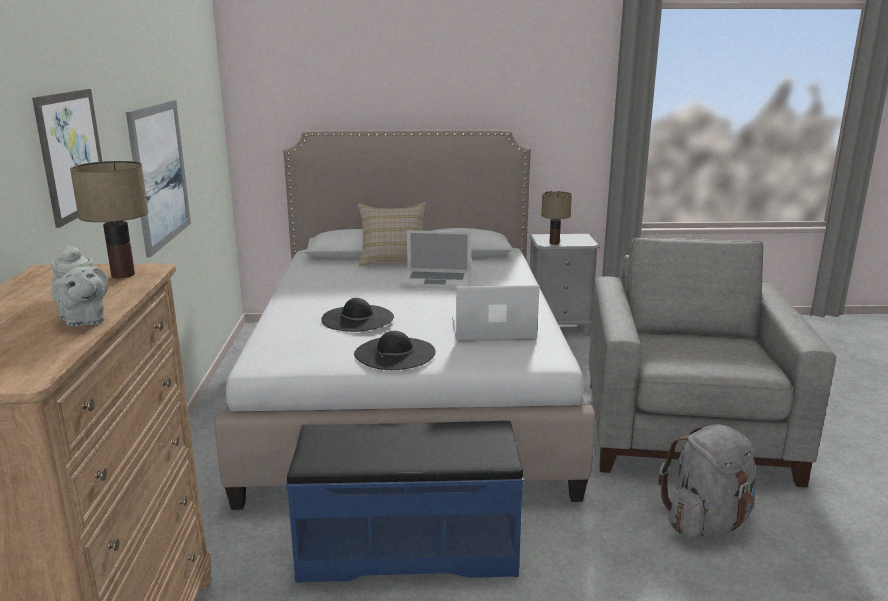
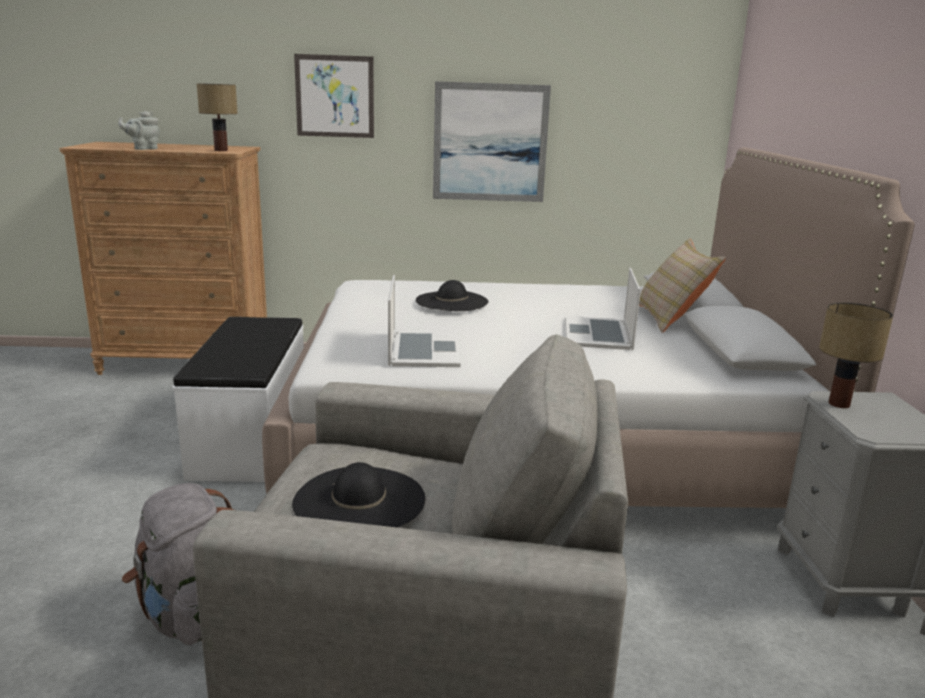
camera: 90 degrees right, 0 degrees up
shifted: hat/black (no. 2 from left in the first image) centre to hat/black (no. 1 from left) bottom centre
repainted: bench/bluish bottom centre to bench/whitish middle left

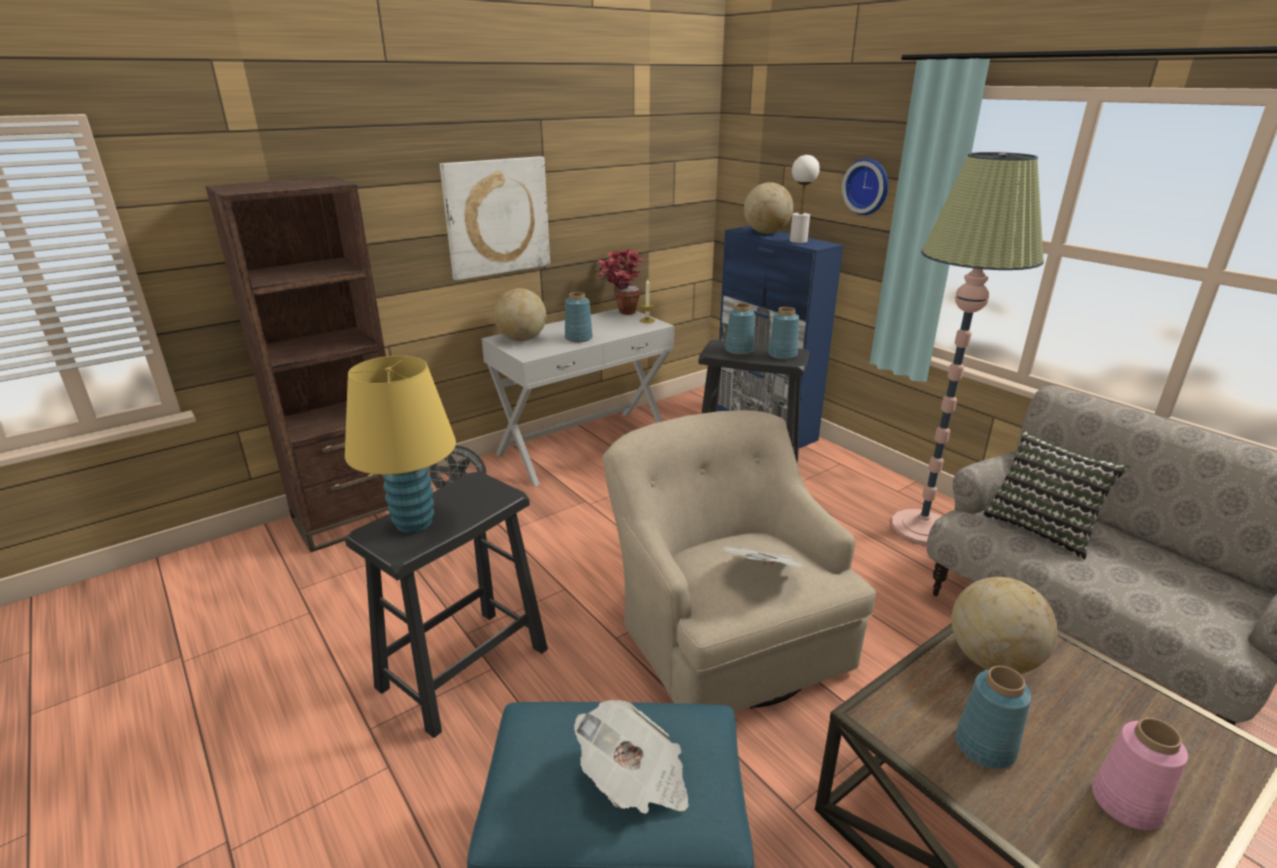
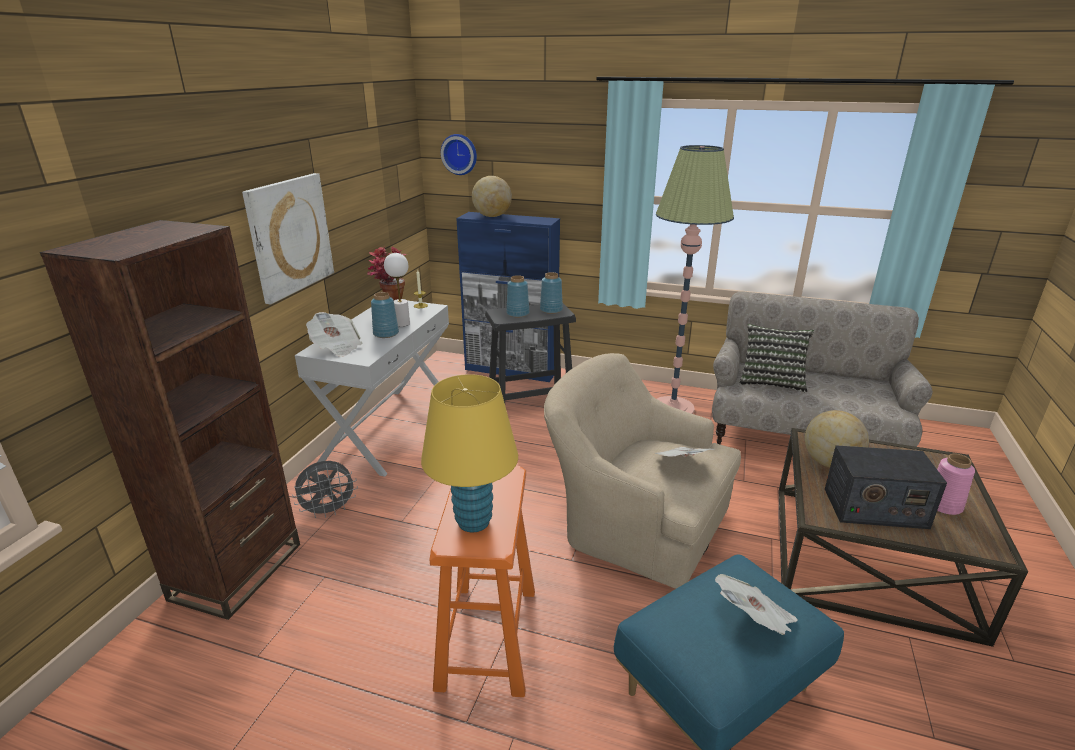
camera: 35 degrees left, 0 degrees up
shifted: tabletop lamp/whitish top centre to centre; hanging clock top right to top centre
swapped: world globe (no. 1 from left) centre to newspaper (no. 1 from left) middle left; flower vase/bluish (no. 4 from left) bottom right to radio set middle right
repainted: stool/black (no. 1 from left) bottom centre to stool/orange-coloured bottom centre

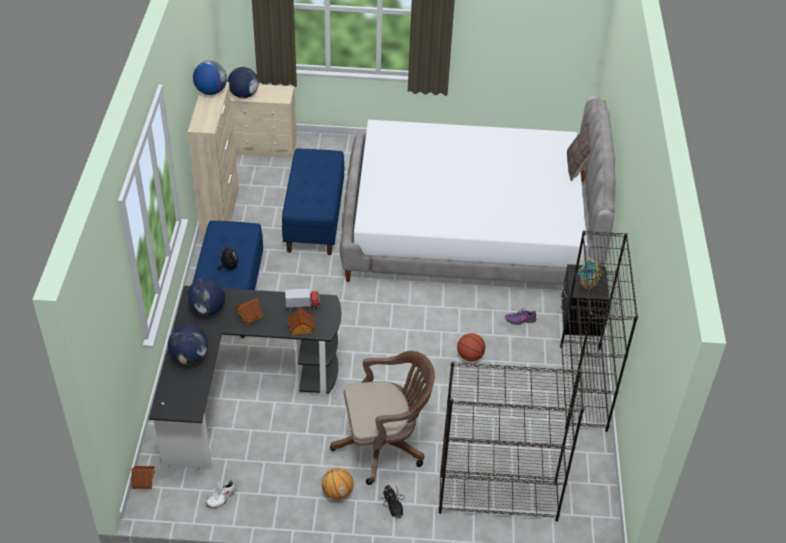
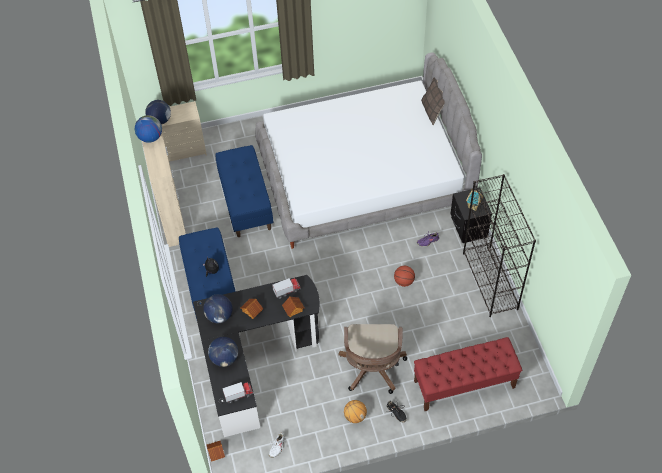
camera: 15 degrees left, 10 degrees up
new: model truck (no. 1 from left) bottom centre
swapped: bookshelf/black (no. 1 from left) bottom centre to bench/reddish bottom right
rotated: office chair/brownish bottom centre = bottom centre 120 degrees clockwise

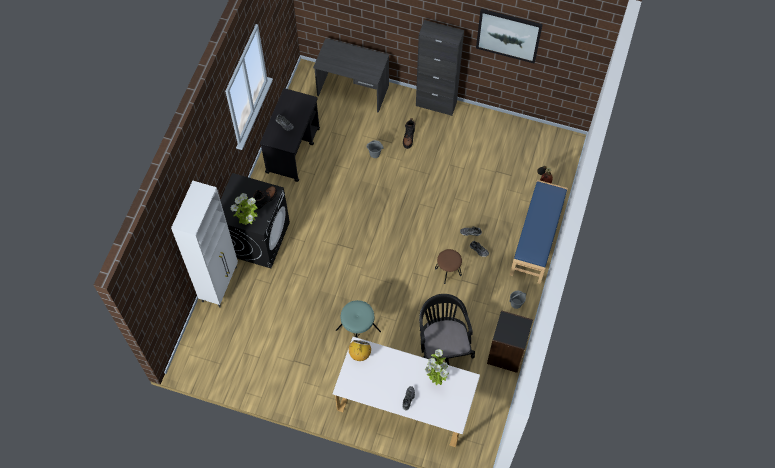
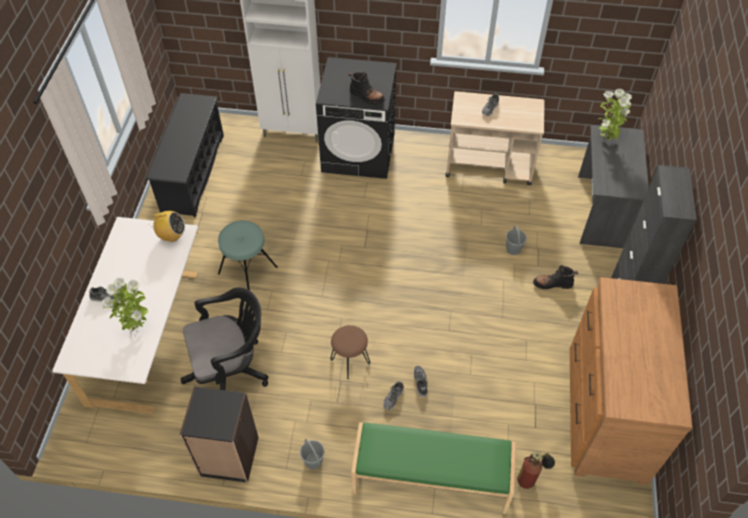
camera: 80 degrees right, 10 degrees down
gone: wall art top centre
new: shoe stand/black top left; drawer chest/brownish bottom right
shifted: houseplant (no. 1 from left in the first image) middle left to houseplant (no. 2 from left) top right
repainted: trolley/black top centre to trolley/sand-coloured top centre; bench/bluish middle right to bench/green bottom centre

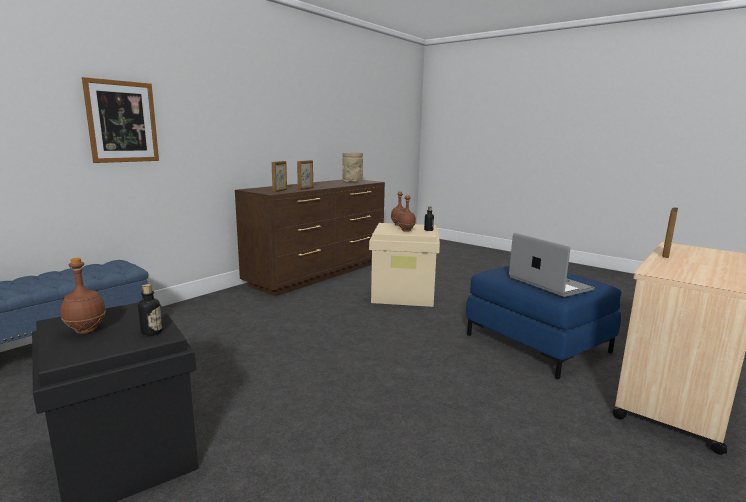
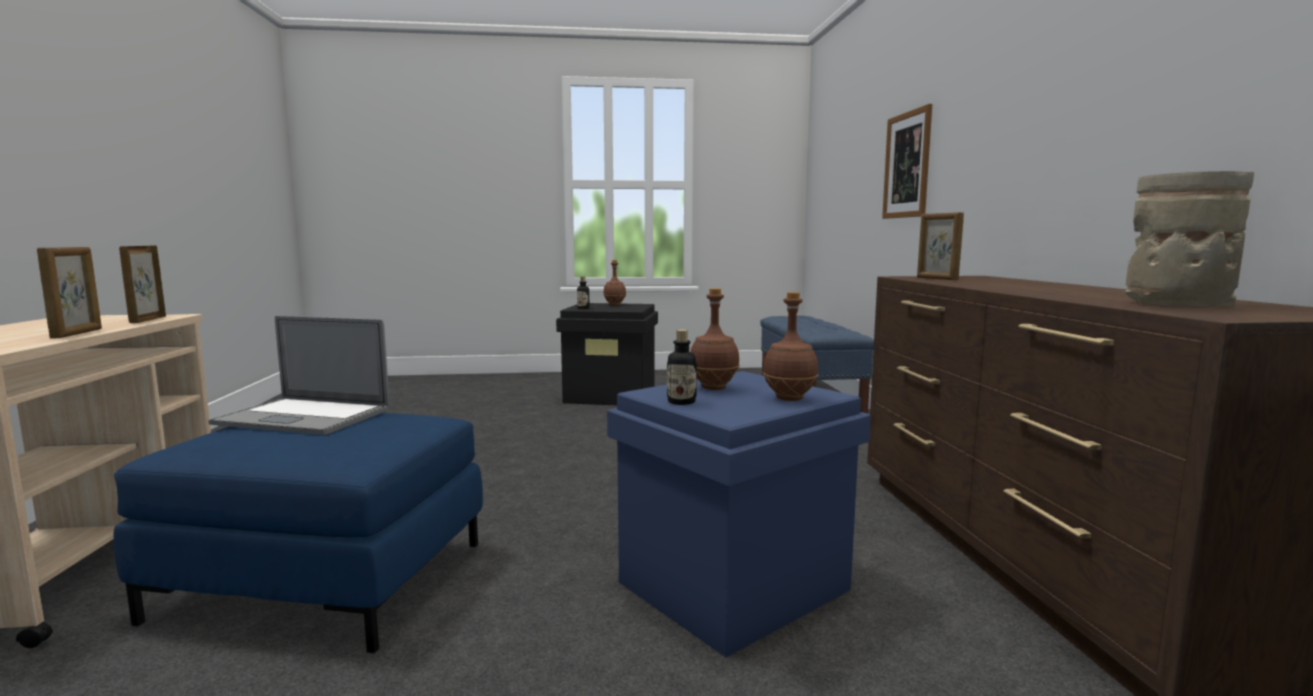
camera: 135 degrees right, 5 degrees down
shifted: photo frame (no. 2 from left) centre to middle left
repainted: storage box/sand-coloured centre to storage box/bluish bottom centre

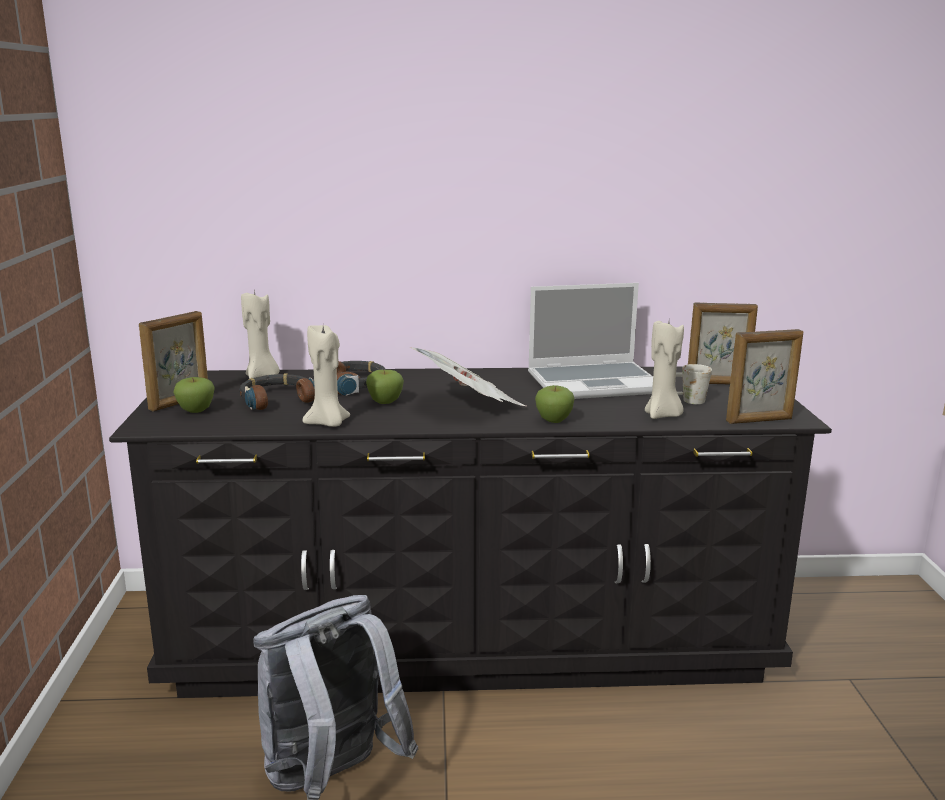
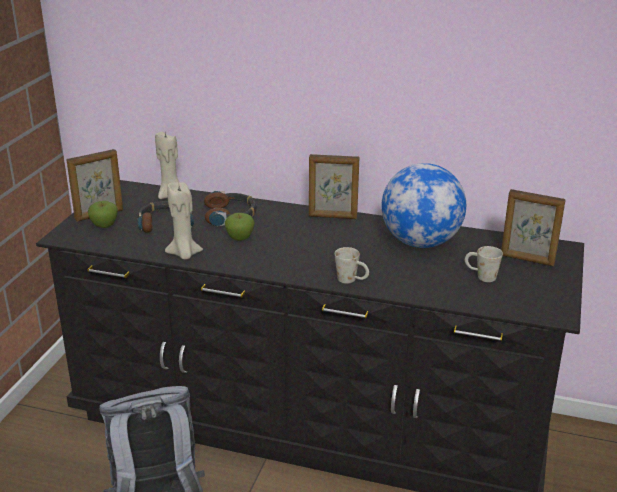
camera: 20 degrees right, 10 degrees up
gone: candle/sand-coloured (no. 3 from left) middle right; newspaper centre
shifted: photo frame (no. 3 from left in the first image) middle right to photo frame (no. 2 from left) centre
swapped: laptop centre to world globe middle right; apple fruit (no. 3 from left) centre to coffee mug/whitish (no. 1 from left) centre

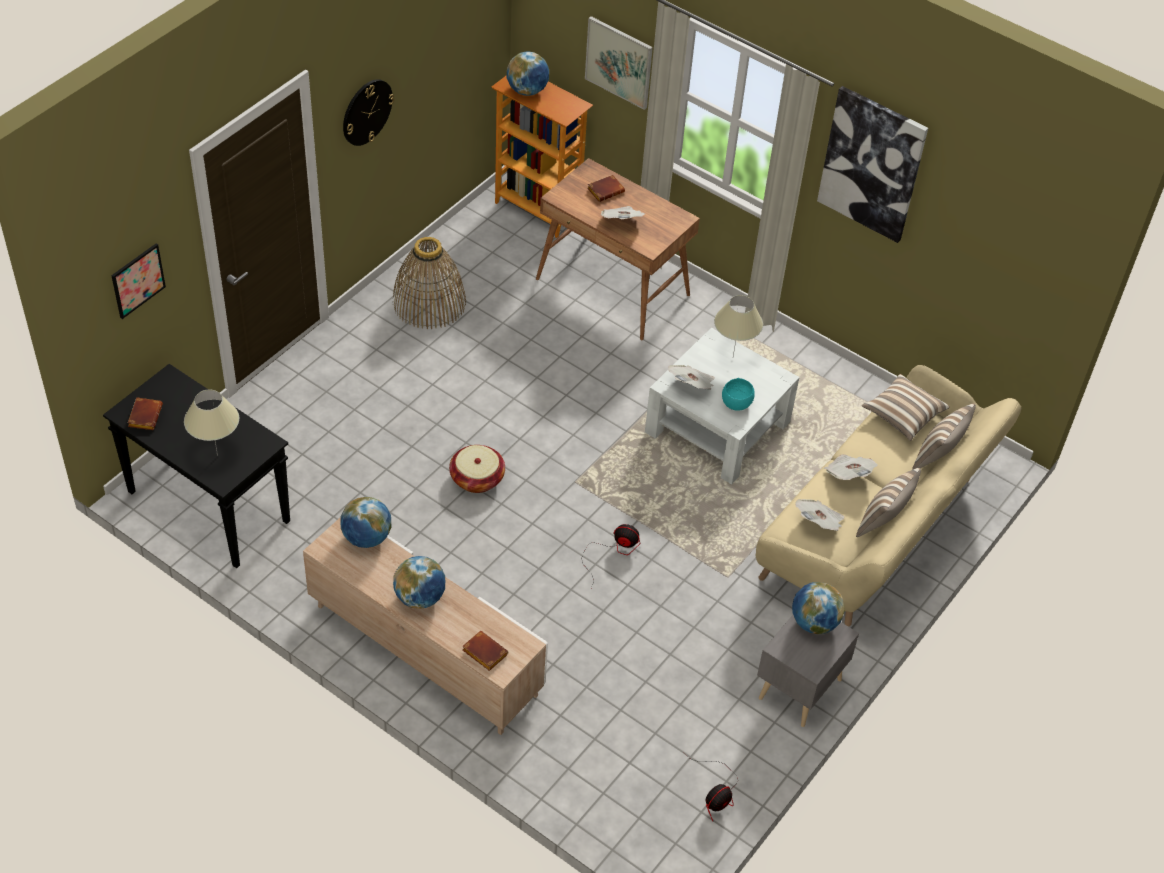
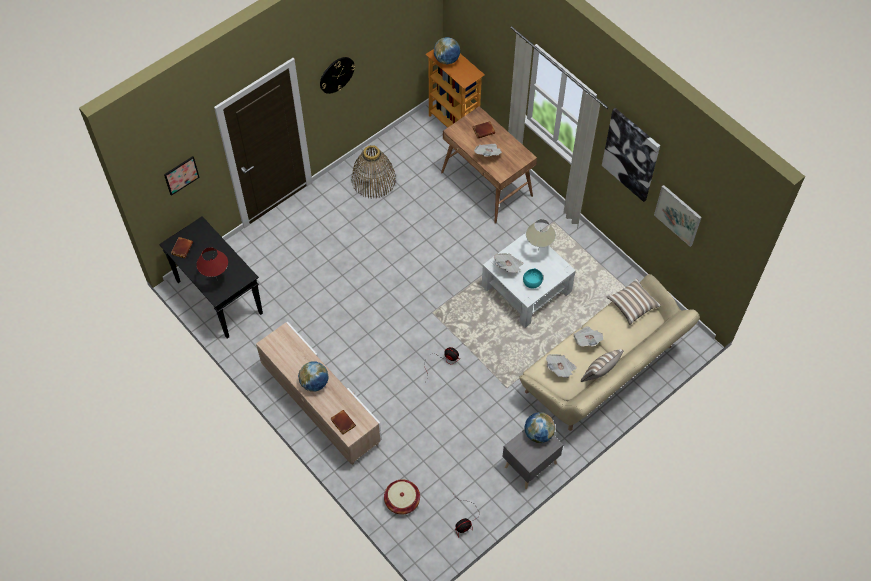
camera: 15 degrees right, 10 degrees up
gone: cushion (no. 3 from left) middle right; world globe (no. 1 from left) middle left
shifted: wall art (no. 2 from left in the first image) top centre to wall art (no. 3 from left) middle right; basket (no. 2 from left) centre to bottom centre
repainted: tabletop lamp/sand-coloured (no. 1 from left) middle left to tabletop lamp/reddish middle left

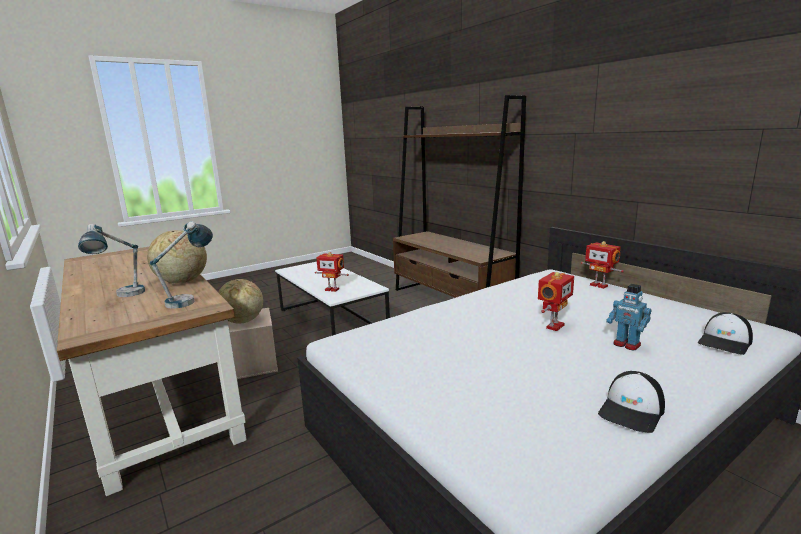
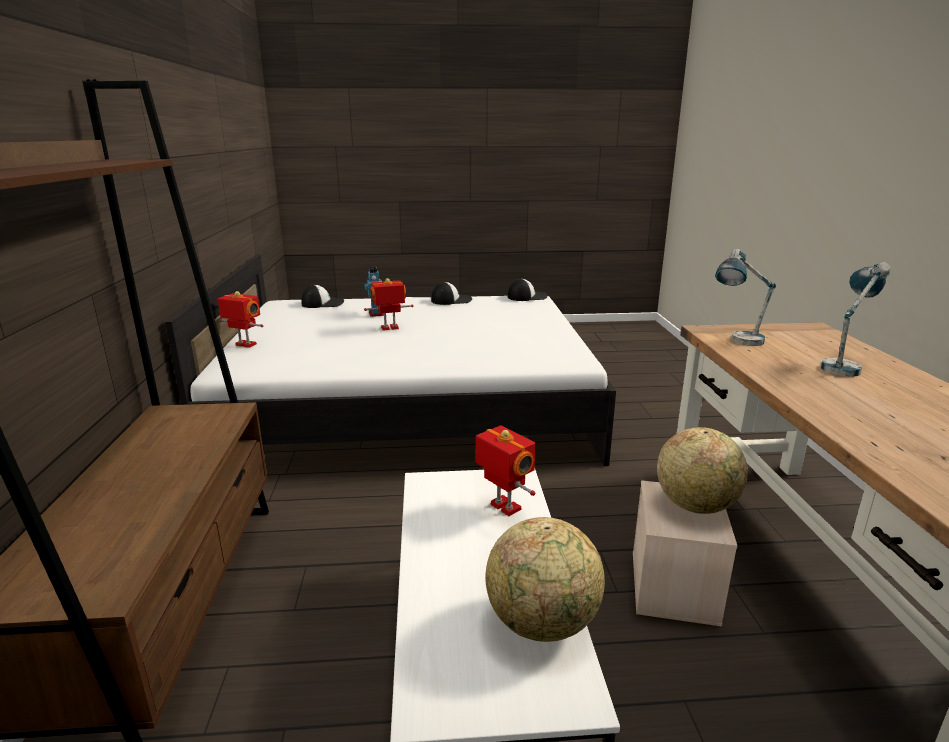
camera: 150 degrees left, 5 degrees up
new: baseball cap (no. 3 from left) centre
shifted: world globe (no. 1 from left) middle left to bottom centre
rotated: robot figure (no. 3 from left in the first image) middle right = middle left 60 degrees counterclockwise

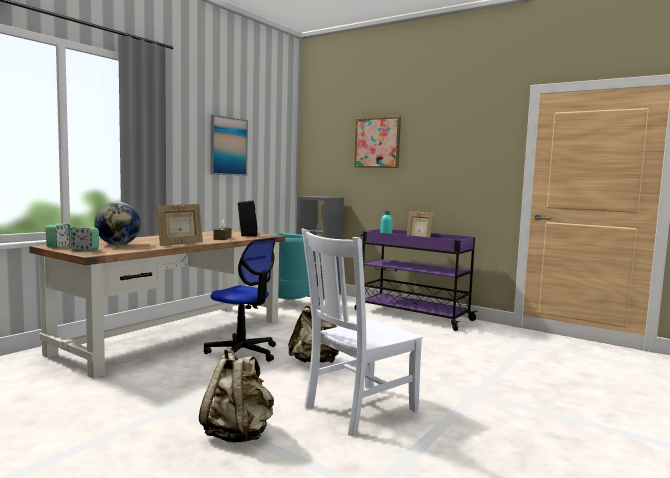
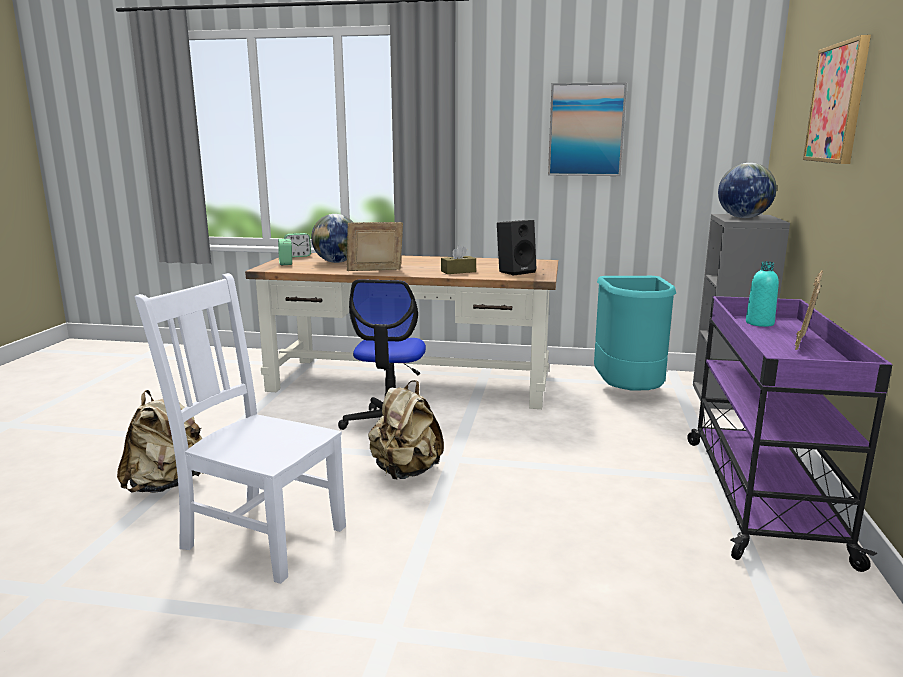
camera: 65 degrees right, 10 degrees up
new: world globe (no. 2 from left) top right
rotated: photo frame (no. 1 from left) middle left = centre 135 degrees clockwise

